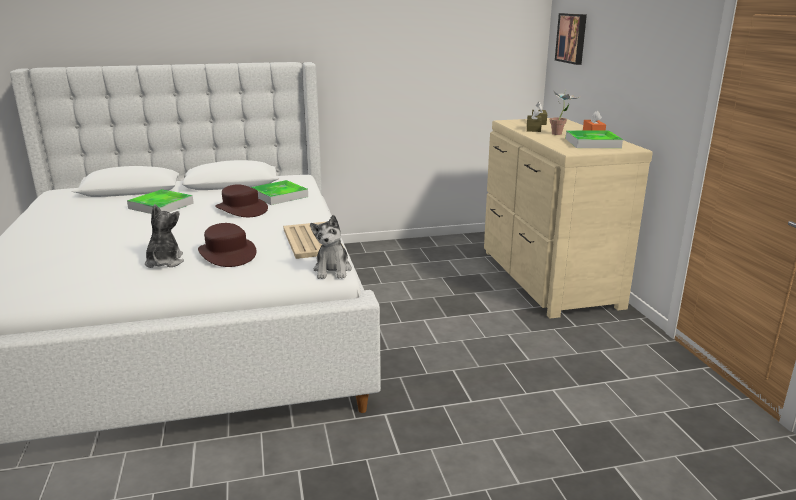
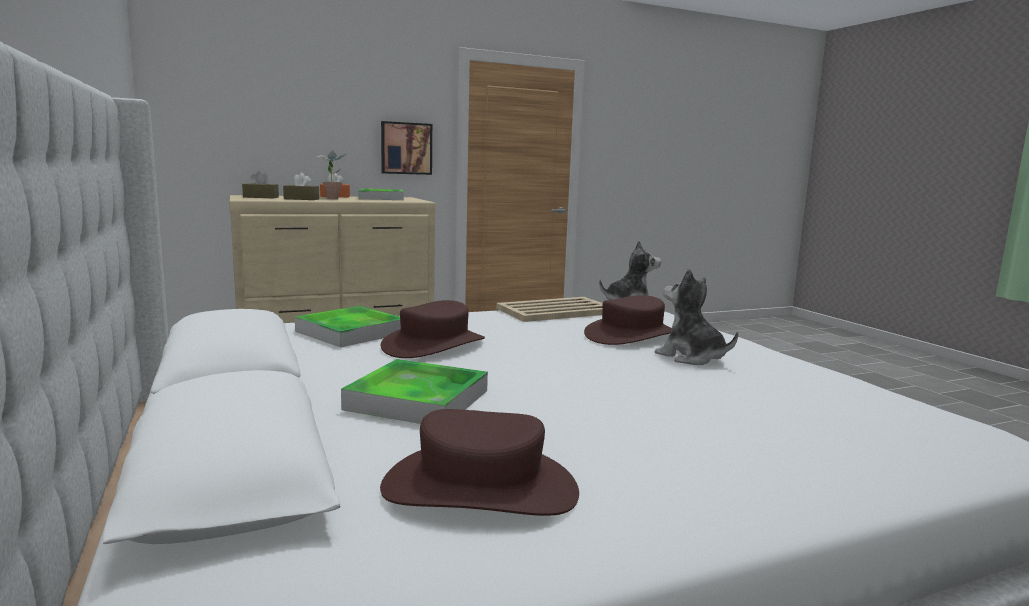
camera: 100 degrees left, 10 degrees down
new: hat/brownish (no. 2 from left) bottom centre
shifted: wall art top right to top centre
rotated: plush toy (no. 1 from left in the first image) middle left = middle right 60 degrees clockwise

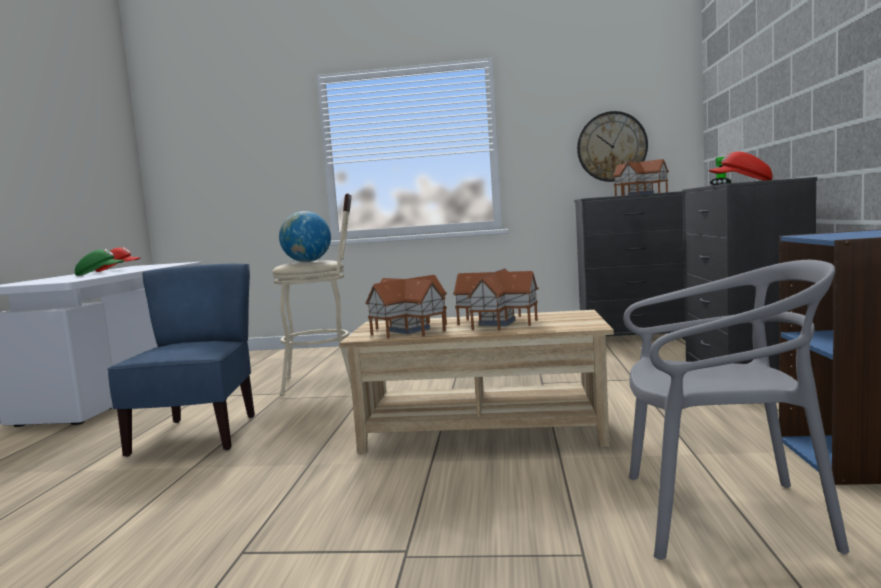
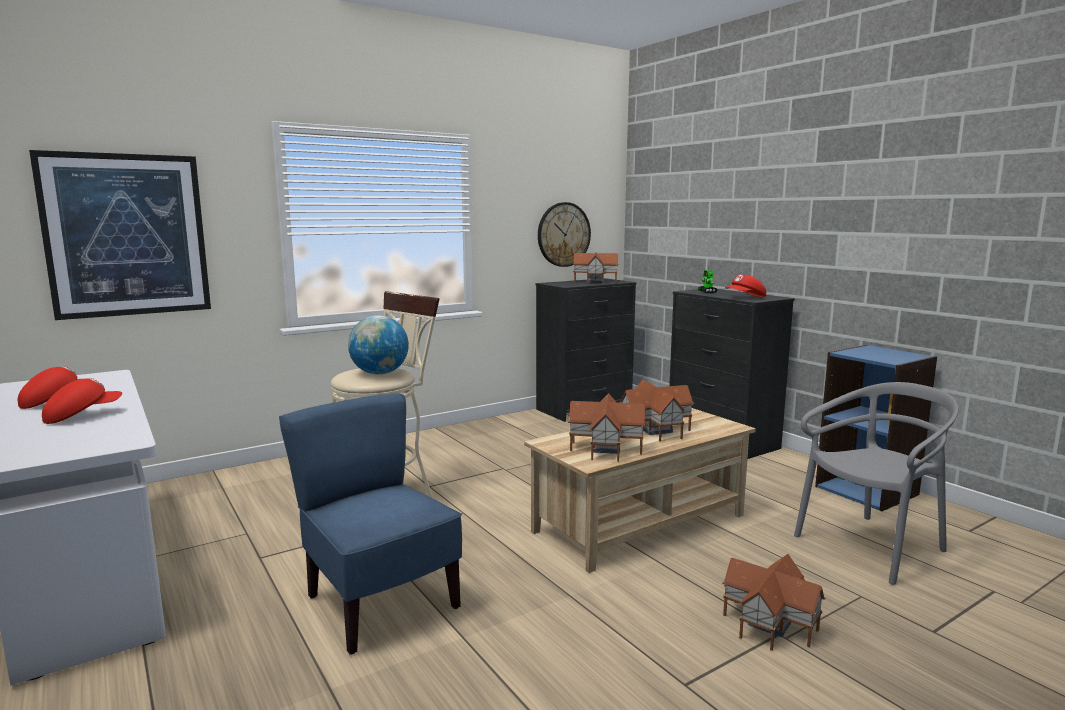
camera: 40 degrees left, 5 degrees up
new: wall art top left; toy house (no. 4 from left) bottom right
repainted: baseball cap/green middle left to baseball cap/reddish (no. 2 from left) middle left

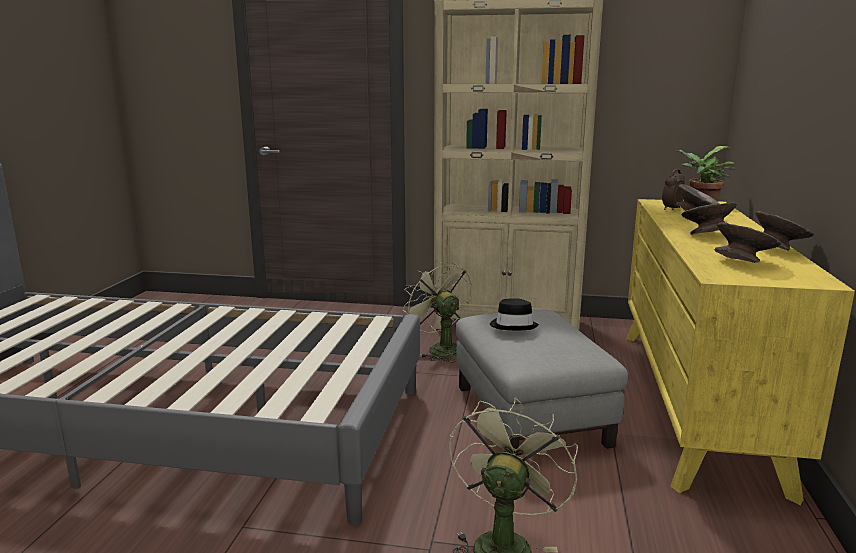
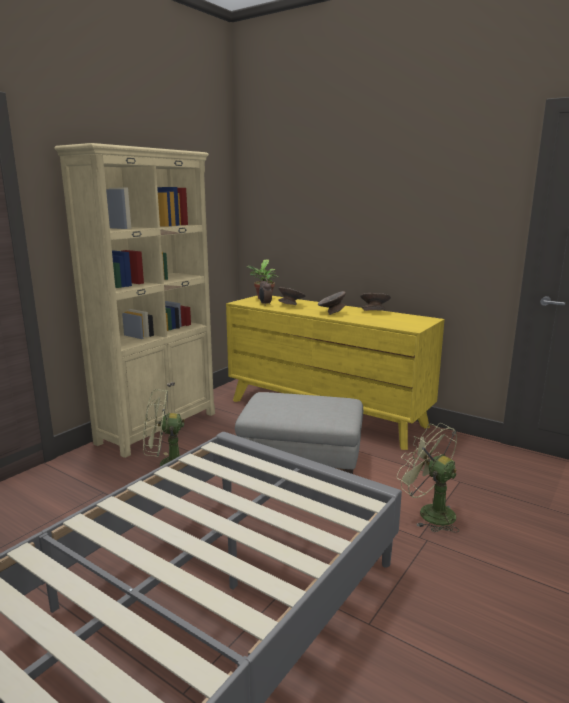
camera: 65 degrees left, 0 degrees up
gone: serving bowl/grey (no. 3 from left) middle right; hat/black centre

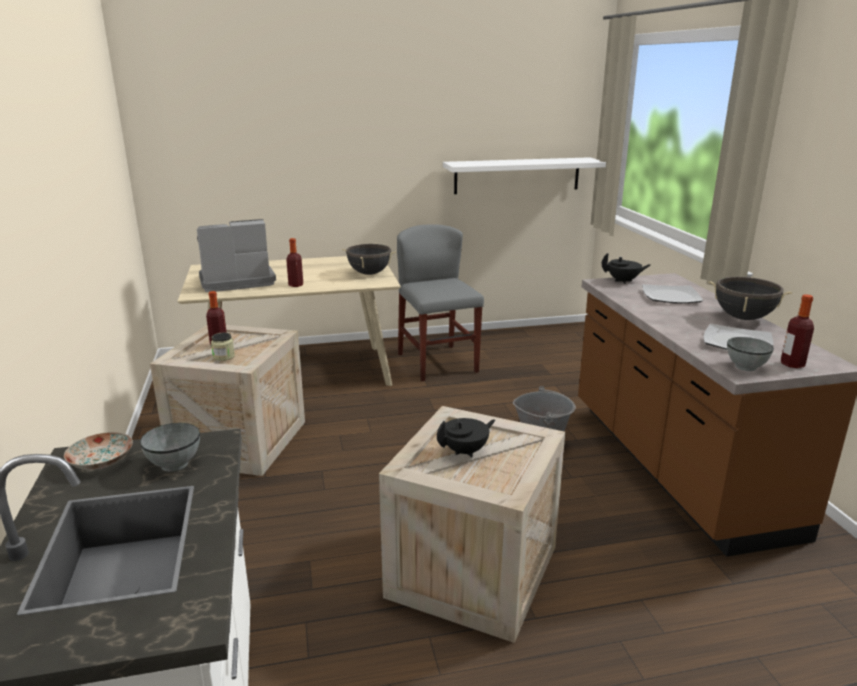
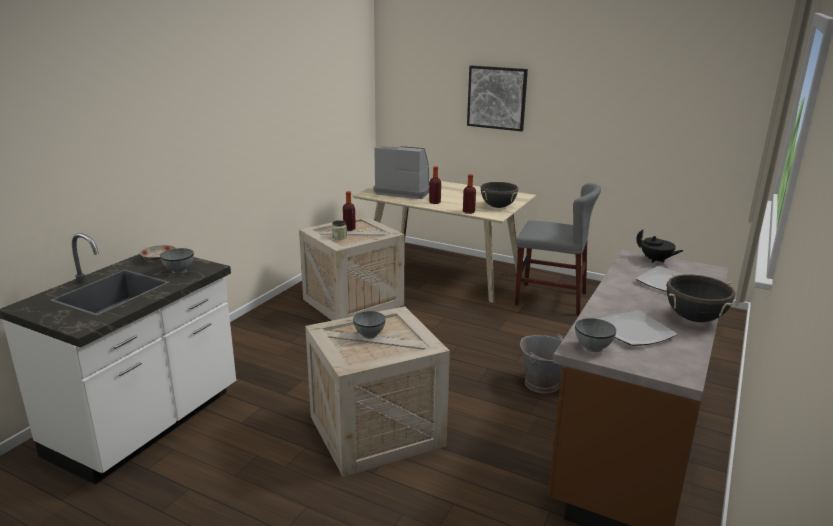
camera: 40 degrees right, 0 degrees up
gone: shelf/whitish top centre
new: wall art top centre
shifted: beverage bottle (no. 3 from left) middle right to centre
swapped: teapot/black (no. 1 from left) centre to serving bowl/grey (no. 2 from left) centre
rotated: upright chair/grey centre = middle right 90 degrees clockwise

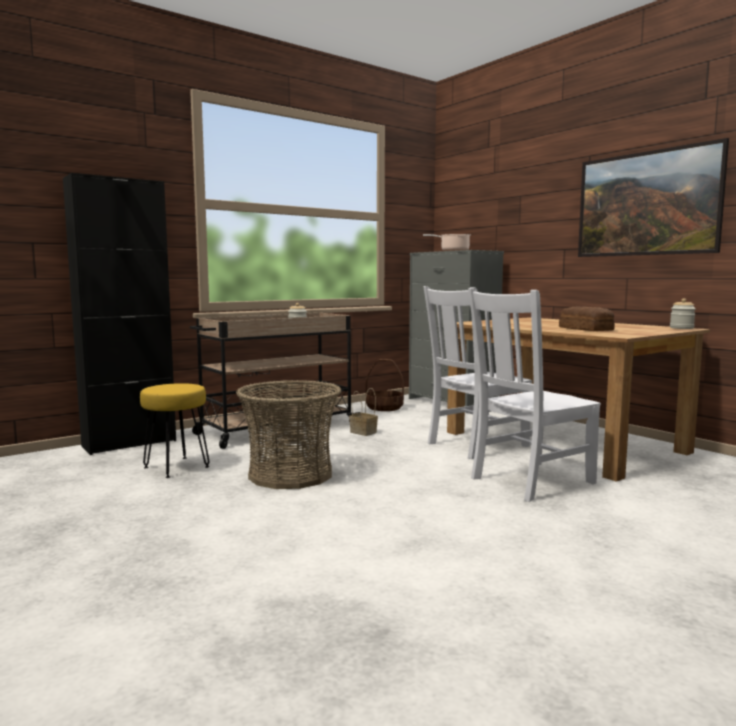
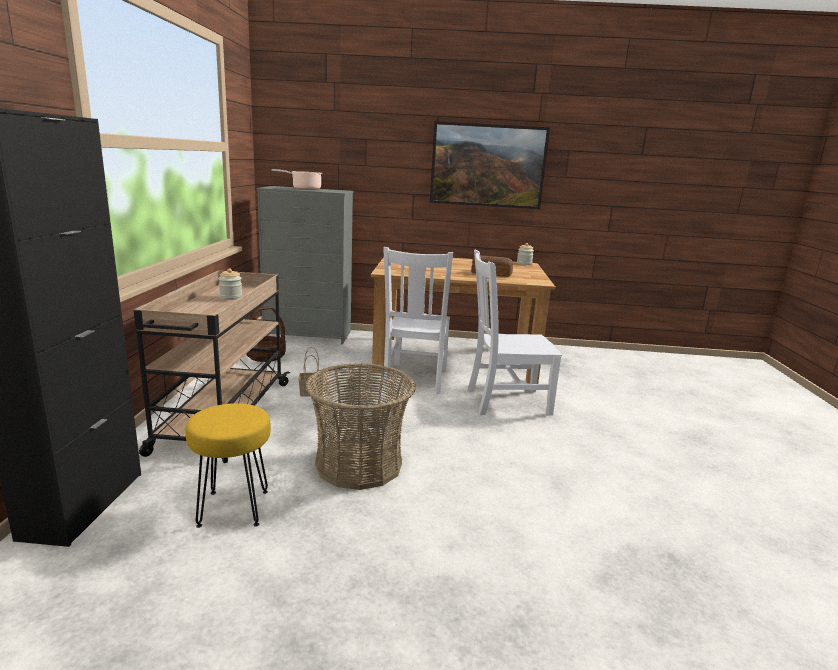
camera: 50 degrees left, 10 degrees up
rotated: upright chair/whitish (no. 2 from left) middle right = centre 75 degrees clockwise

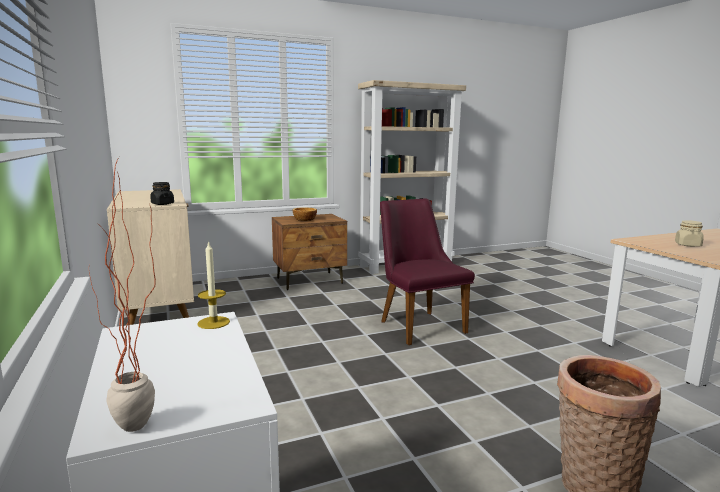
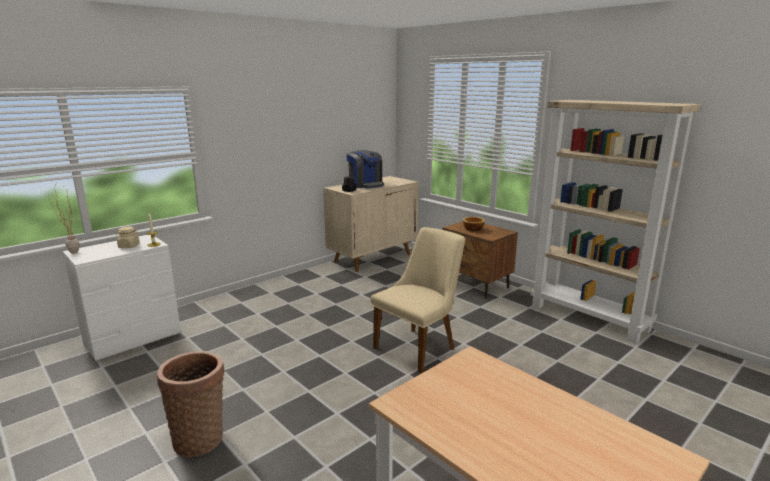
camera: 70 degrees right, 5 degrees up
new: coffee brewer centre
shifted: preserve jar/sand-coloured middle right to middle left
repainted: upright chair/purple centre to upright chair/sand-coloured centre

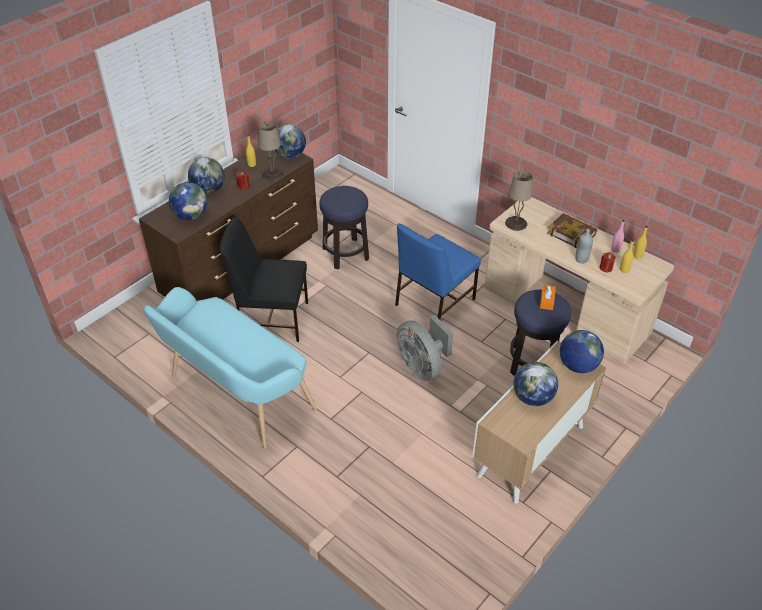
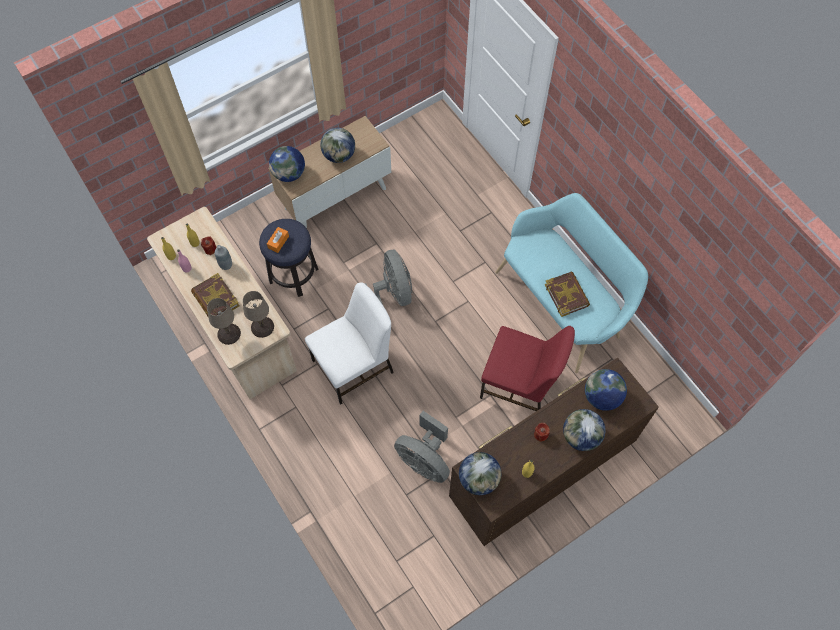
camera: 165 degrees left, 20 degrees up
new: volume (no. 2 from left) middle right
shifted: tabletop lamp/sand-coloured (no. 1 from left) top centre to middle left
swapped: stool (no. 1 from left) centre to fan/grey (no. 2 from left) bottom centre
repainted: upright chair/black centre to upright chair/reddish centre; upright chair/bluish centre to upright chair/whitish centre

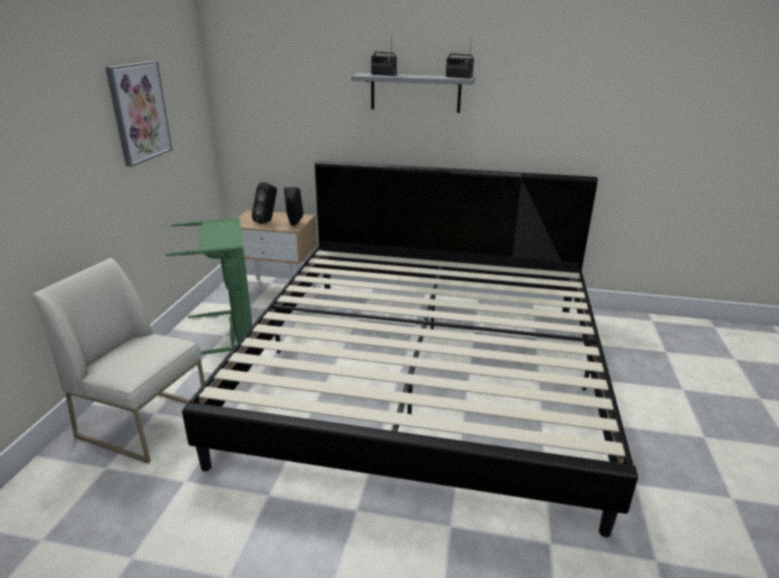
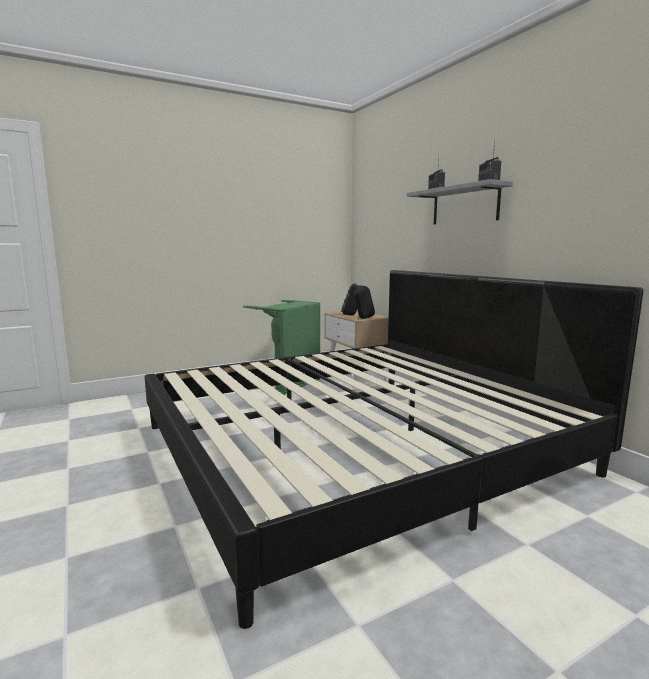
camera: 50 degrees right, 15 degrees down
gone: wall art top left; upright chair/whitish middle left

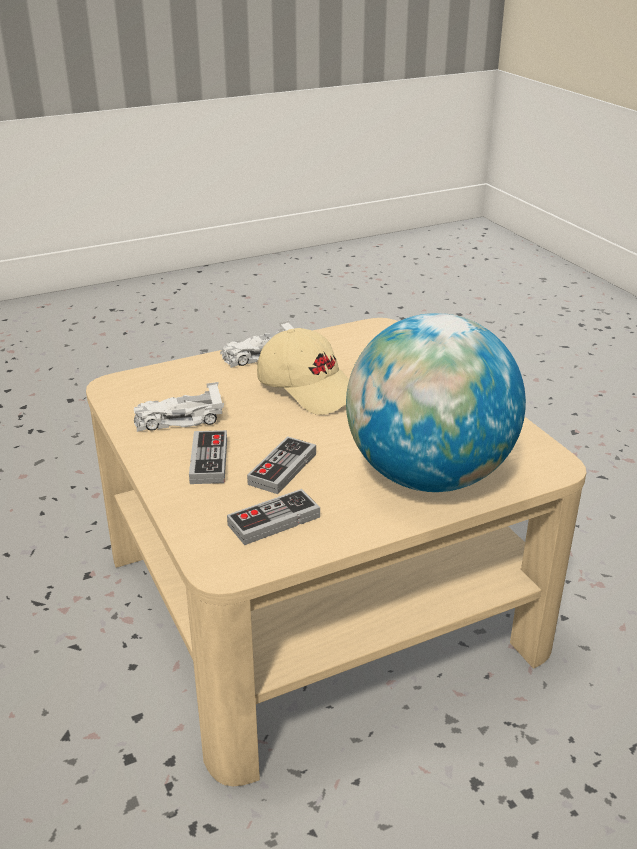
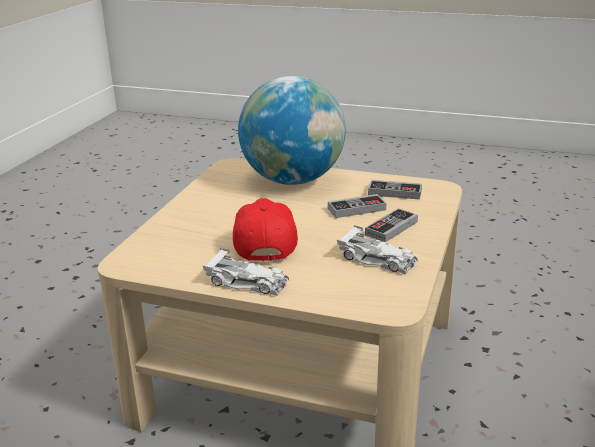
camera: 135 degrees left, 5 degrees down
repainted: baseball cap/sand-coloured centre to baseball cap/reddish centre

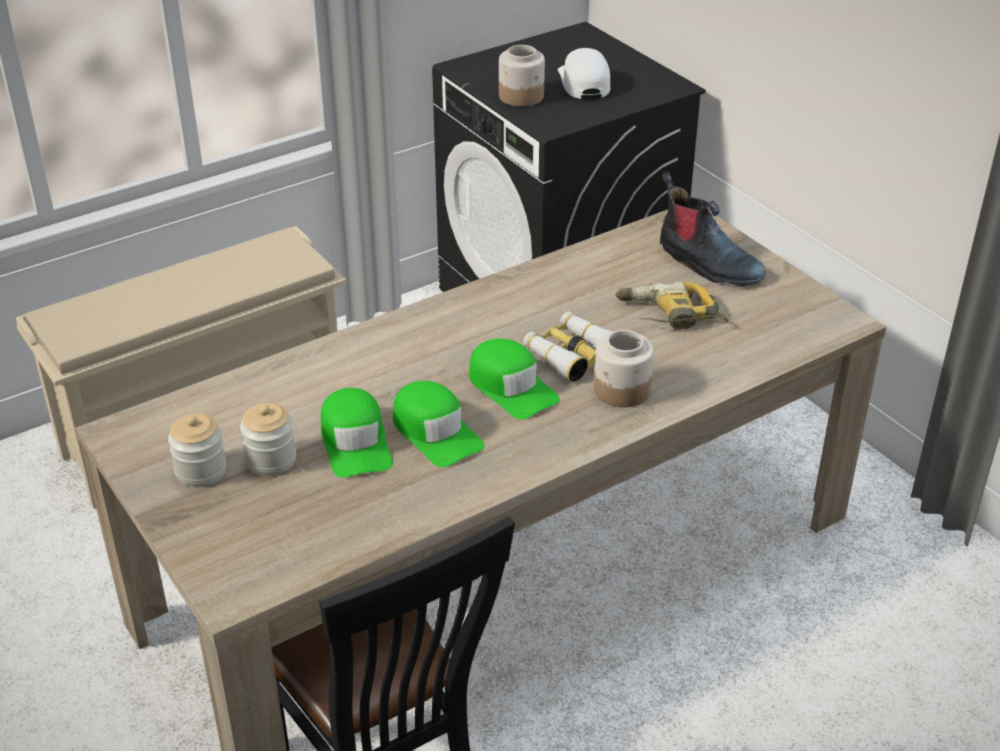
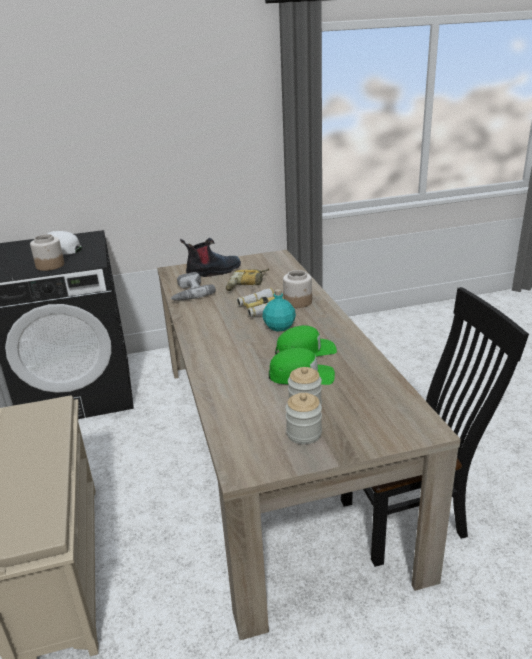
camera: 70 degrees left, 10 degrees down
new: drill (no. 1 from left) centre
swapped: baseball cap/green (no. 3 from left) centre to beverage bottle/turquoise-coloured centre

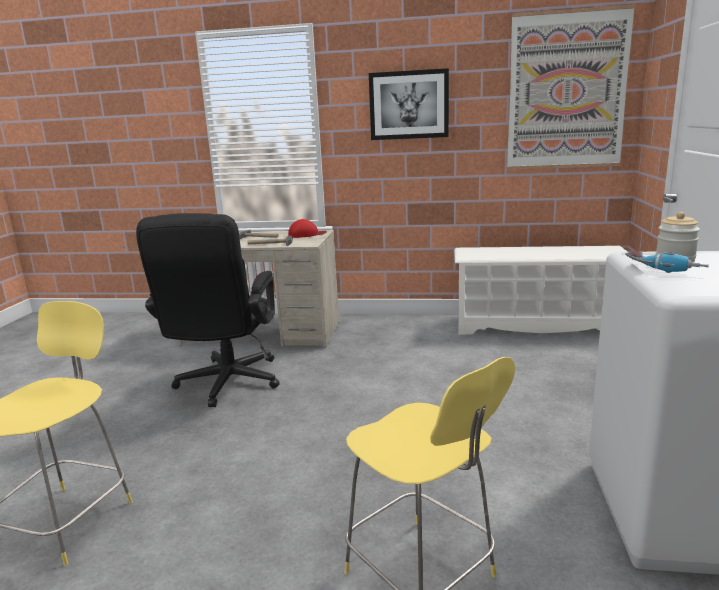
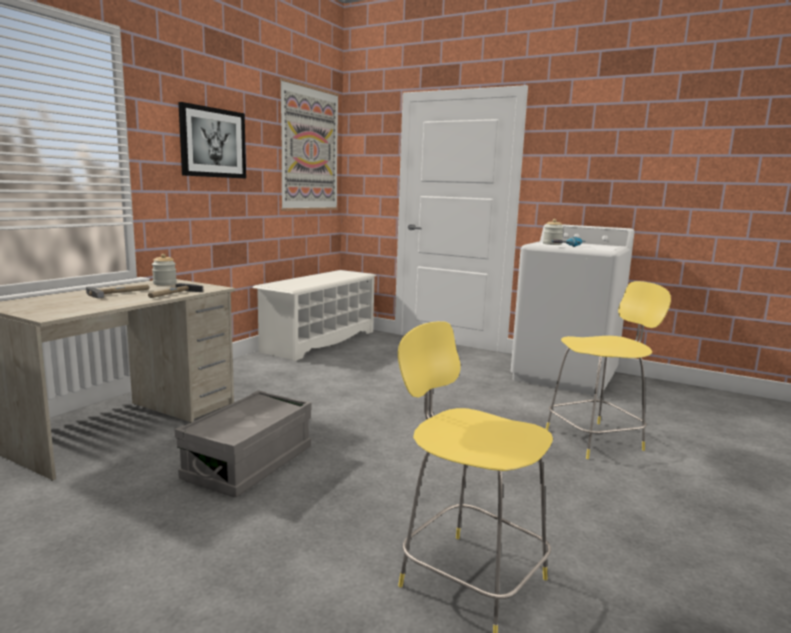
camera: 70 degrees left, 5 degrees down
swapped: office chair/black middle left to storage box/grey bottom left; baseball cap/reddish centre to preserve jar (no. 1 from left) middle left

